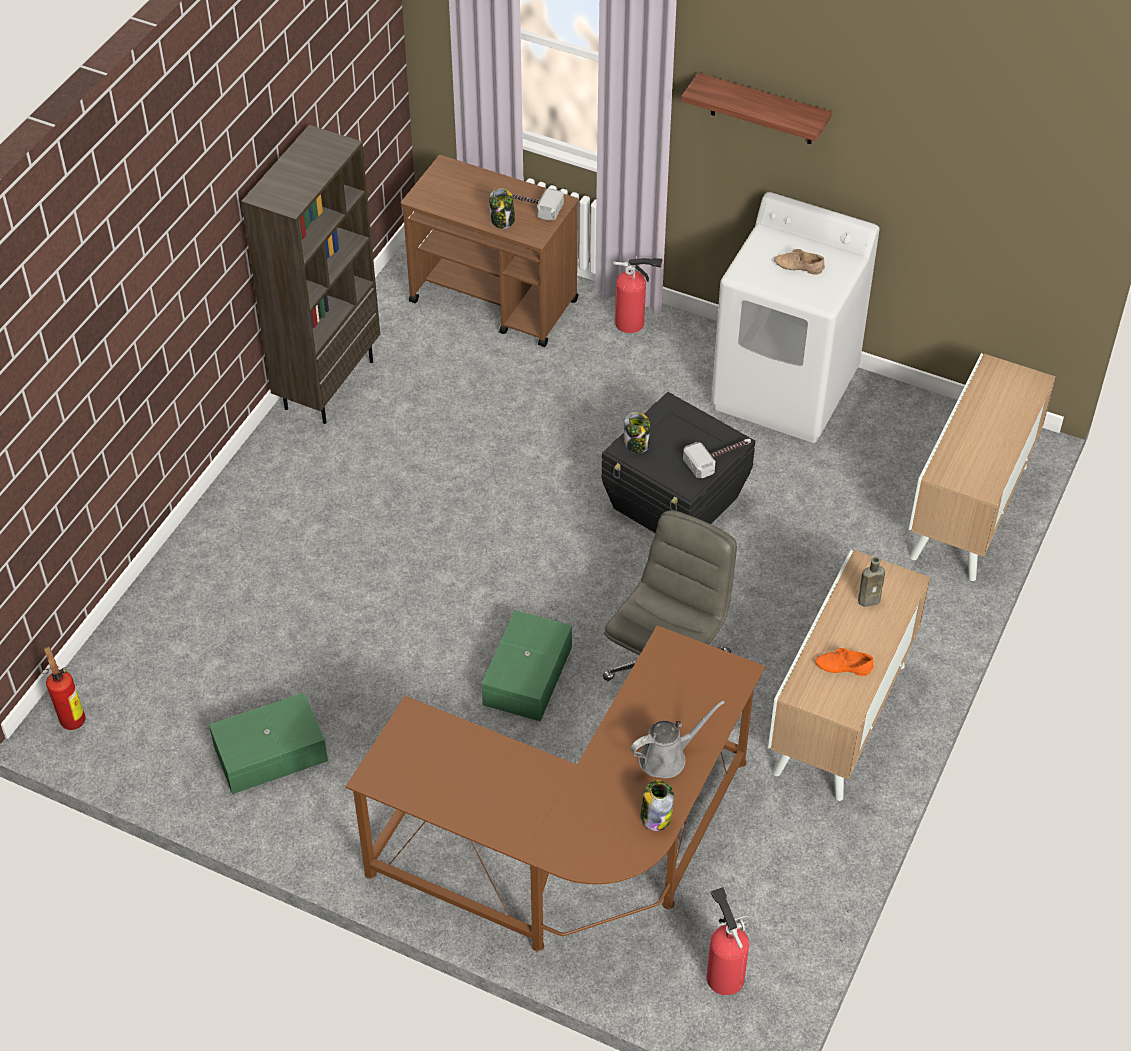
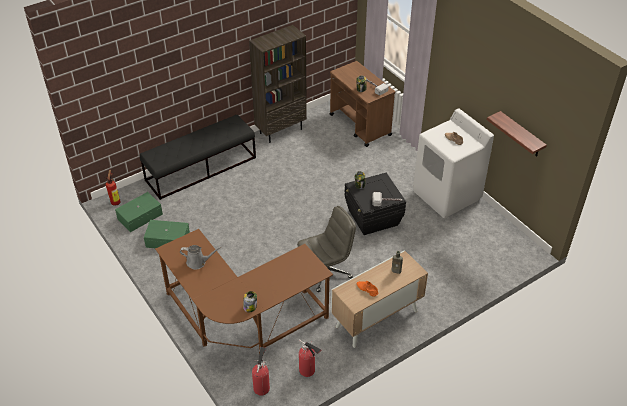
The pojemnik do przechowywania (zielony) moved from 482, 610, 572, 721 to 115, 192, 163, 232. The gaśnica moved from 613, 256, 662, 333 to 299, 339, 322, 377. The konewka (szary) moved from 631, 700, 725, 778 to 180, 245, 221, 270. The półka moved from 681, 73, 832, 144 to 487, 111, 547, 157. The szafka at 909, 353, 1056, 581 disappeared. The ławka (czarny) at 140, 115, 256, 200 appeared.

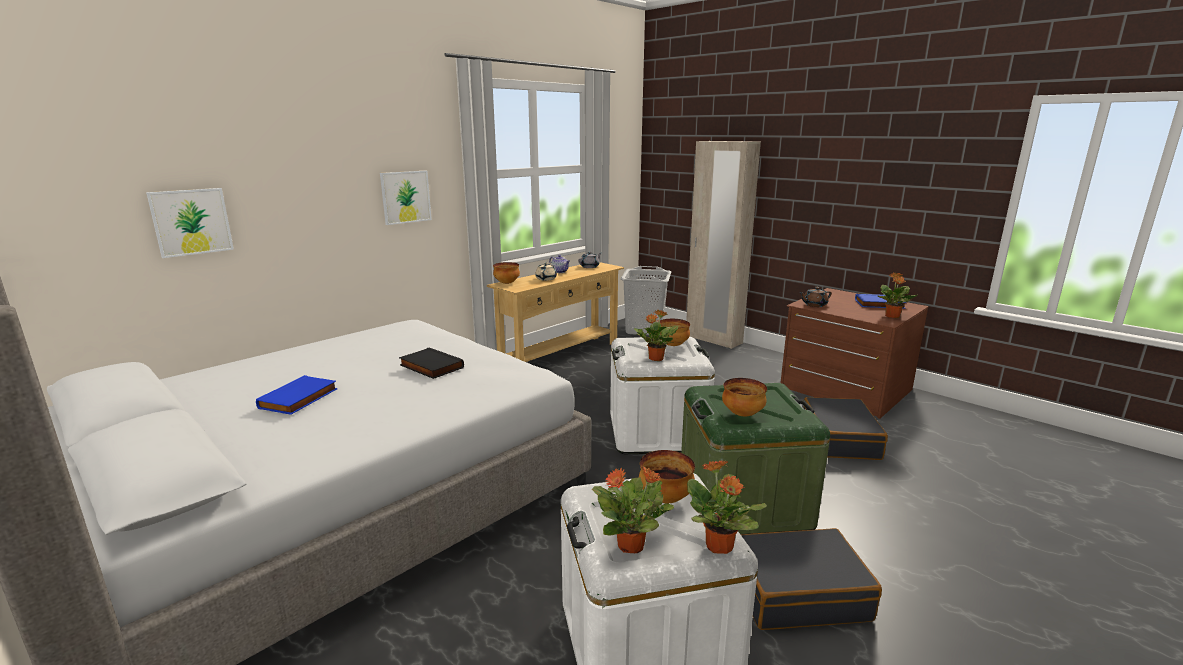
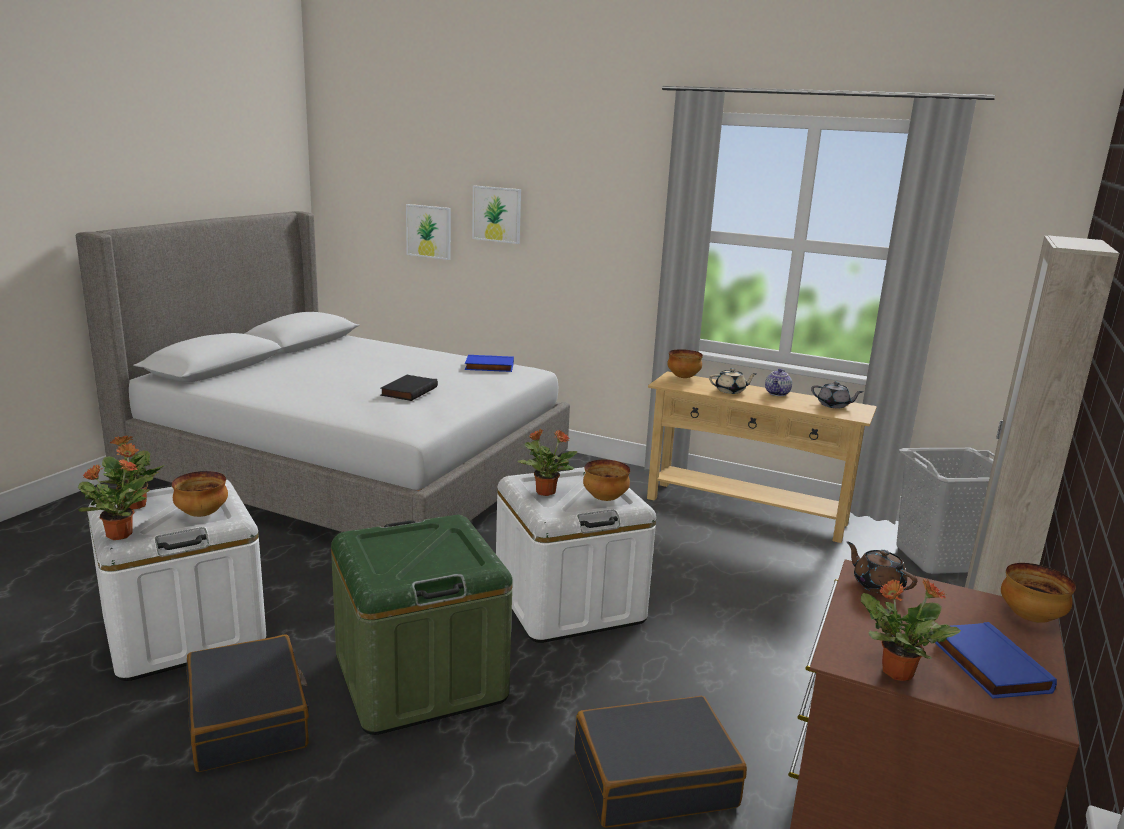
The książka (niebieski) moved from 256, 375, 338, 415 to 465, 355, 514, 372. The obraz moved from 380, 171, 432, 225 to 472, 185, 521, 244. The miska moved from 722, 378, 767, 416 to 1001, 563, 1076, 623.

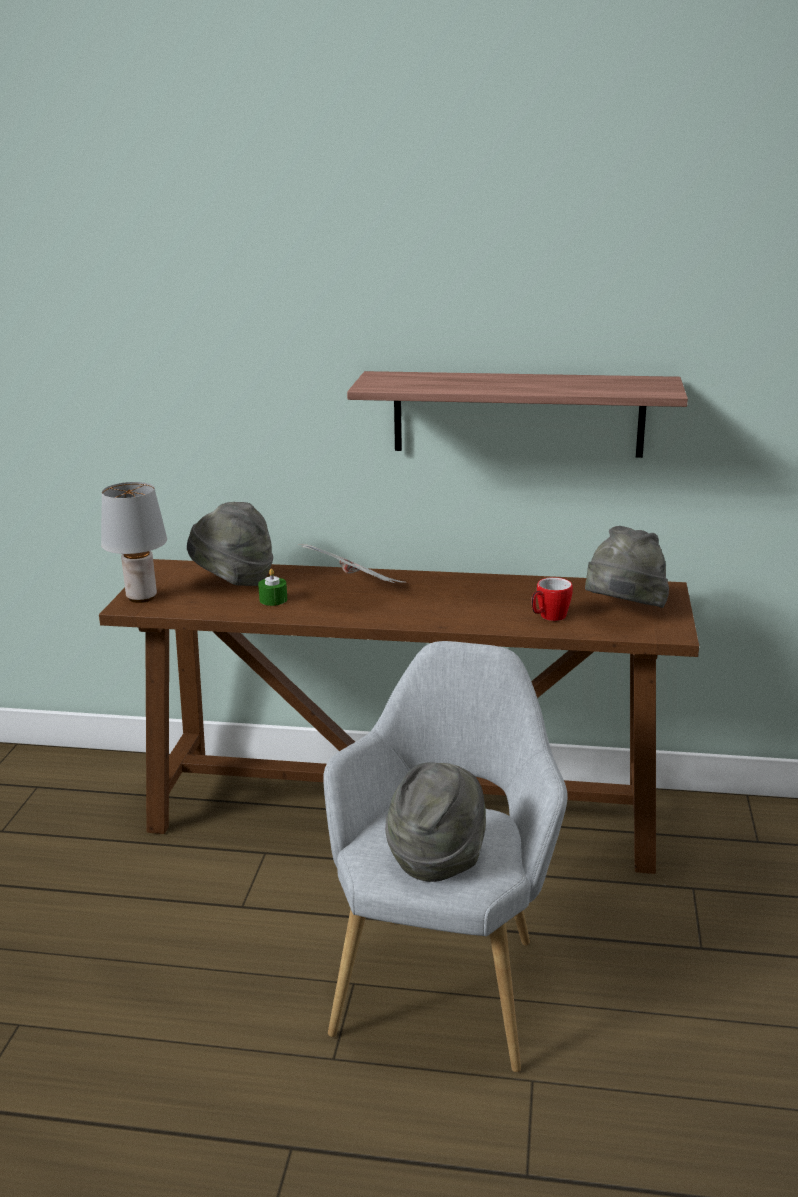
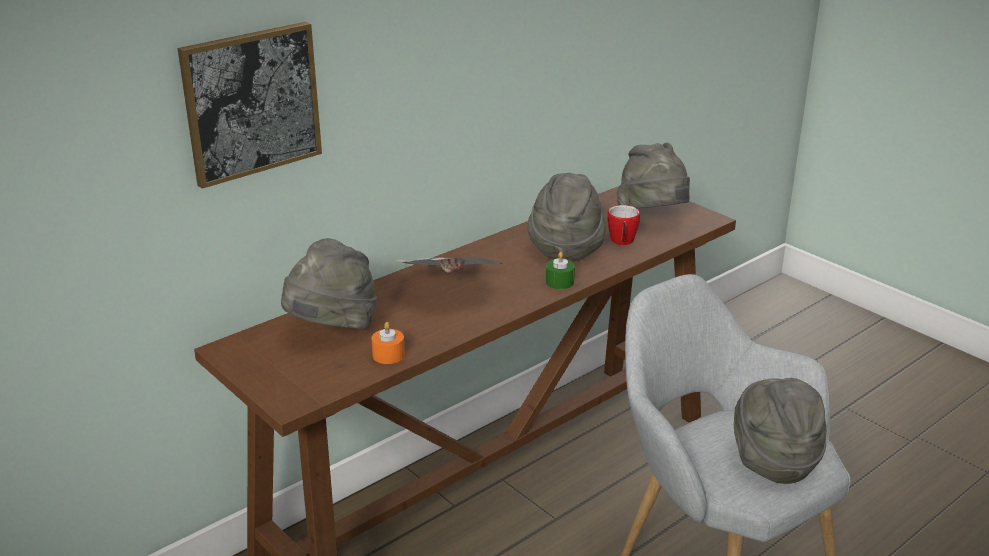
The lampa stołowa (szary) at 101, 482, 167, 603 disappeared. The świeca (zielony) moved from 258, 569, 287, 606 to 546, 252, 575, 289. The półka at 347, 371, 688, 458 disappeared. The obraz at 178, 22, 322, 189 appeared. The świeca (pomarańczowy) at 372, 322, 405, 364 appeared. The kapelusz (szary) at 528, 173, 605, 262 appeared.

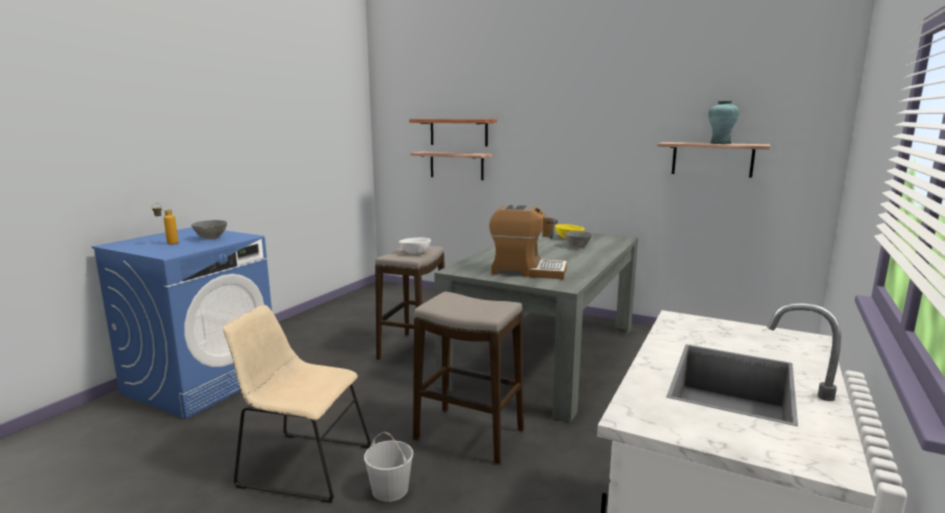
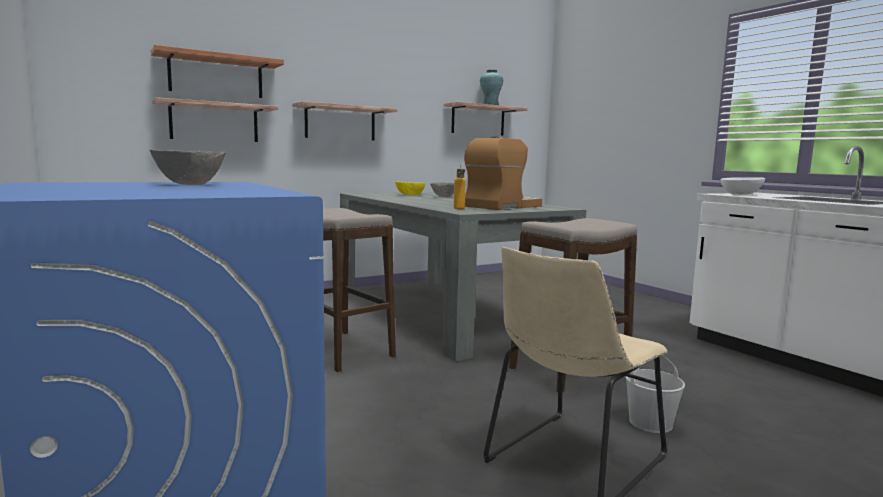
The butelka moved from 152, 203, 178, 244 to 454, 164, 466, 209. The miska (biały) moved from 399, 238, 431, 253 to 720, 177, 765, 195. The półka at 292, 101, 397, 141 appeared.

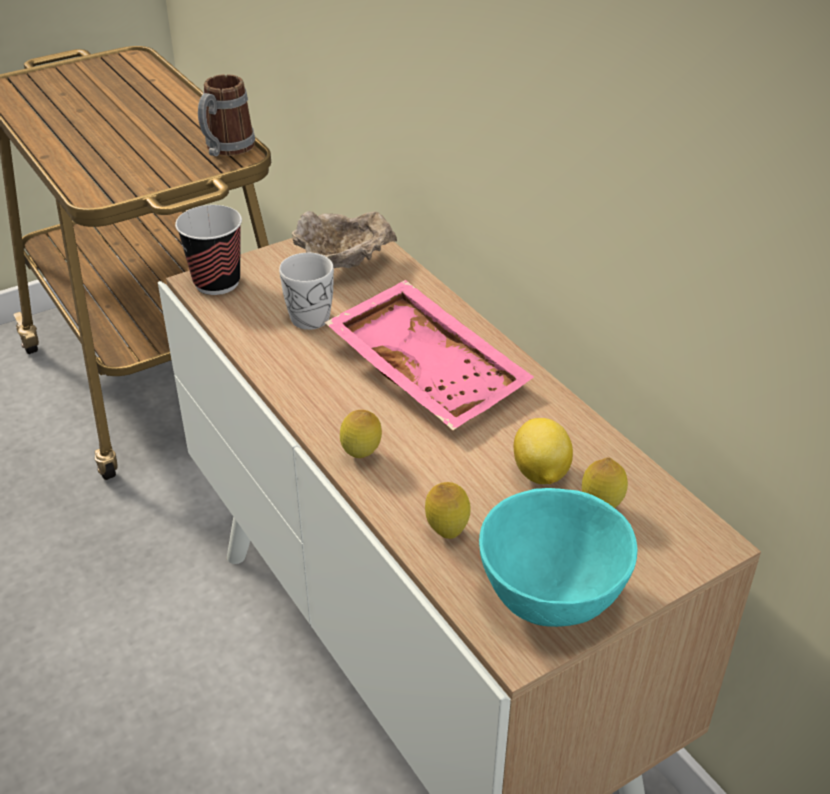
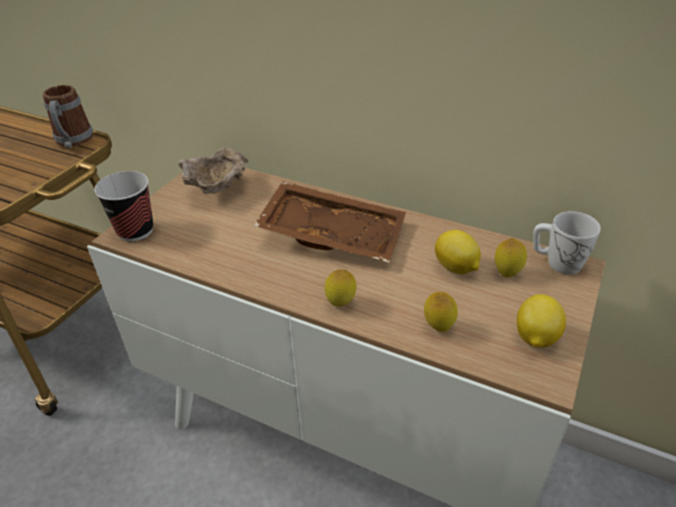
The kubek (biały) moved from 279, 253, 334, 330 to 533, 211, 601, 275. The taca (różowy) at 324, 280, 534, 430 became the taca (brązowy) at 254, 181, 406, 263. The miska (turkusowy) at 479, 488, 637, 627 was replaced by the cytryna at 517, 294, 566, 348.

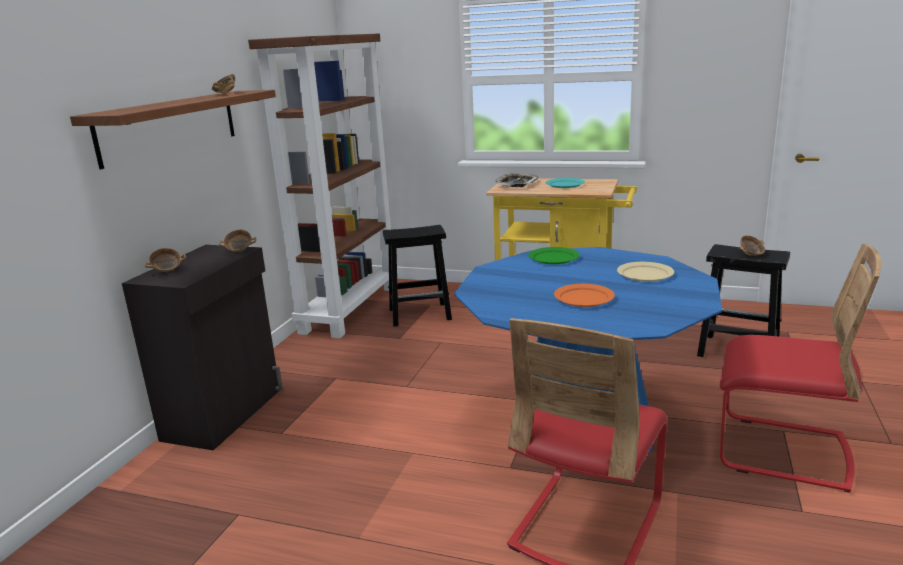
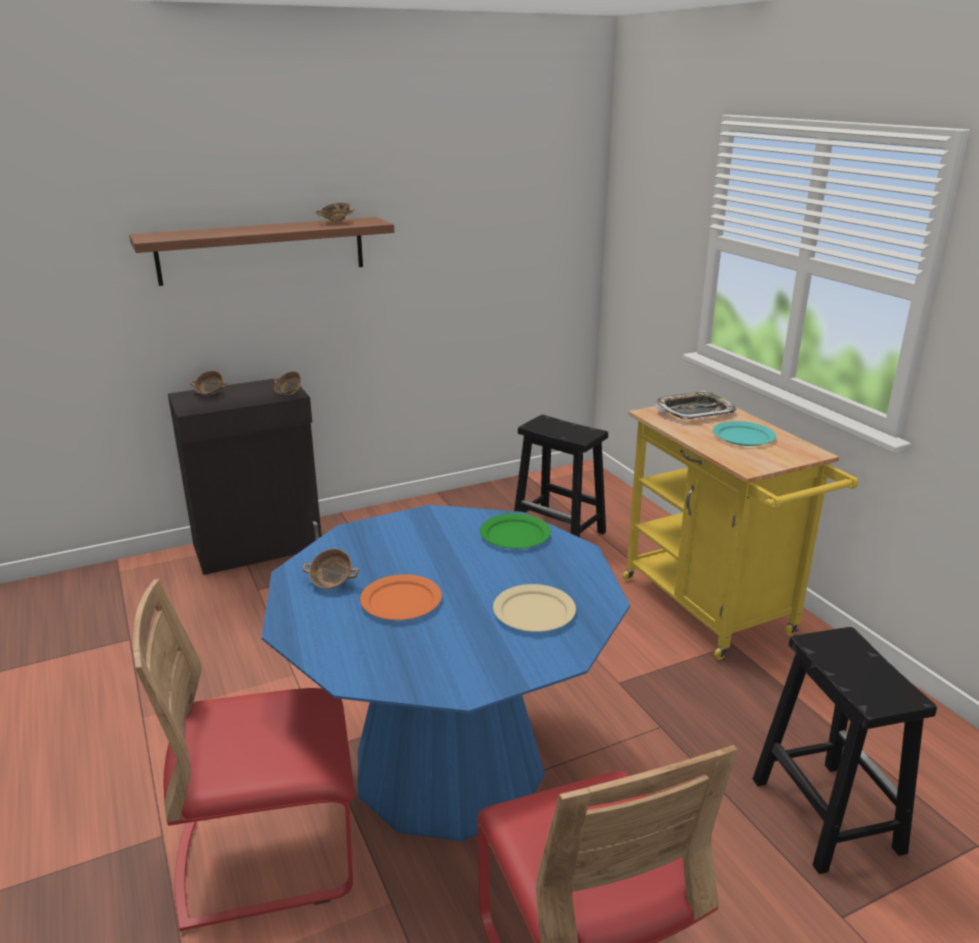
The regał (brązowy) at 248, 34, 391, 338 disappeared. The miska moved from 740, 235, 765, 256 to 303, 549, 359, 589.

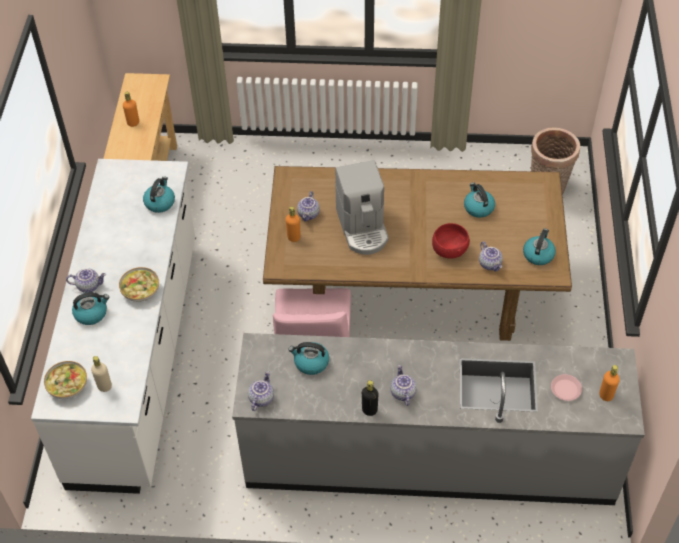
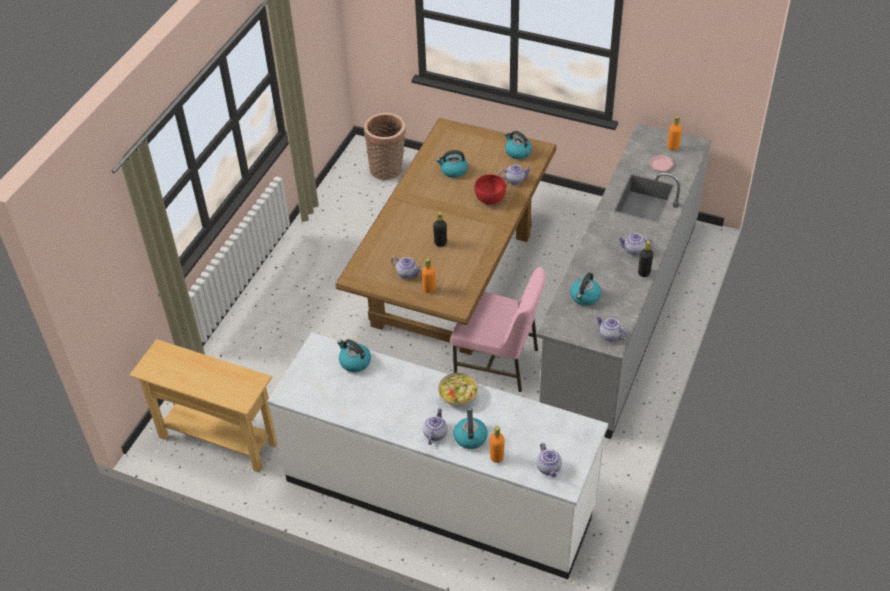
The miska at 44, 361, 87, 399 was replaced by the imbryk at 536, 443, 562, 477. The butelka (beżowy) at 91, 356, 112, 392 disappeared. The butelka (pomarańczowy) moved from 123, 92, 139, 127 to 490, 426, 504, 463. The ekspres do kawy at 335, 160, 389, 255 was replaced by the butelka (czarny) at 433, 212, 447, 247.

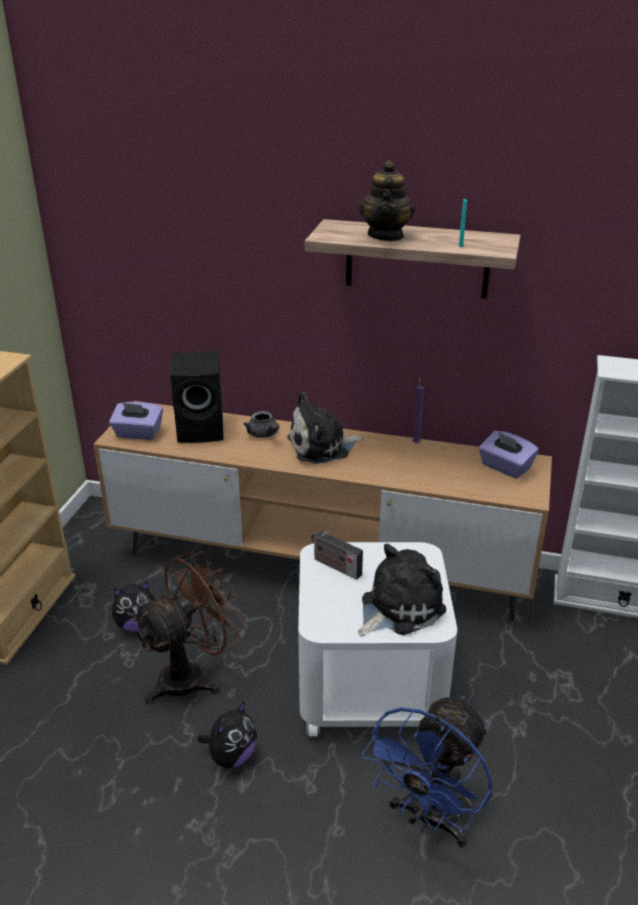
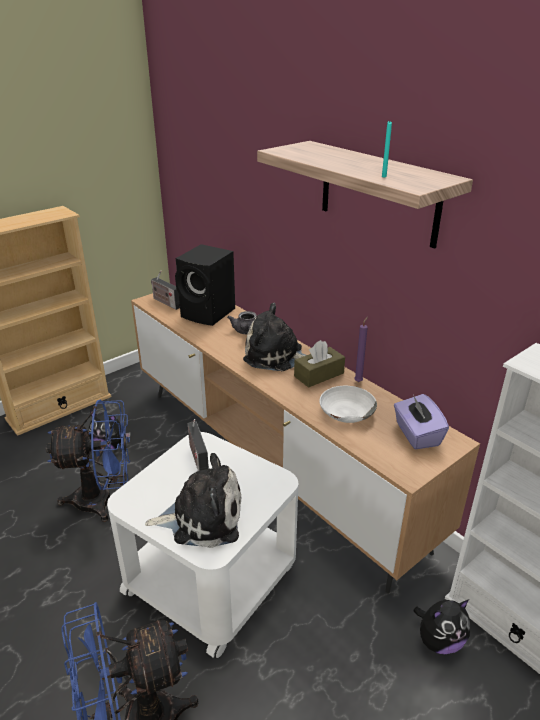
The pudełko chusteczek (fioletowy) at 109, 402, 163, 440 was replaced by the radio at 151, 271, 180, 310. The wentylator (brązowy) at 132, 551, 245, 704 became the wentylator (niebieski) at 46, 399, 130, 522. The pluszak moved from 198, 701, 257, 768 to 413, 600, 471, 654. The imbryk at 359, 160, 415, 241 disappeared. The pudełko chusteczek (brązowy) at 294, 340, 345, 388 appeared. The miska (biały) at 319, 386, 377, 423 appeared.

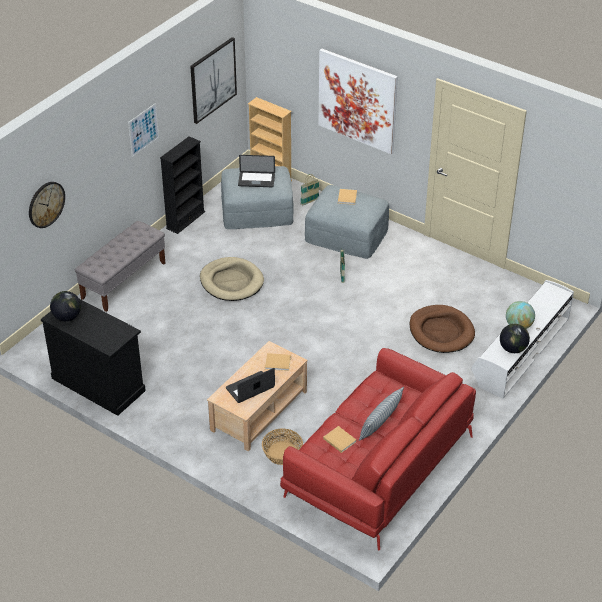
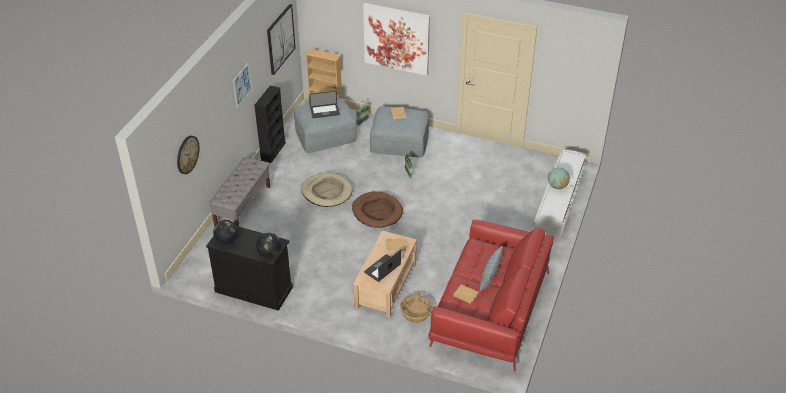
The legowisko (brązowy) moved from 409, 305, 475, 353 to 352, 191, 403, 228. The globus moved from 500, 324, 530, 353 to 256, 233, 281, 258.

